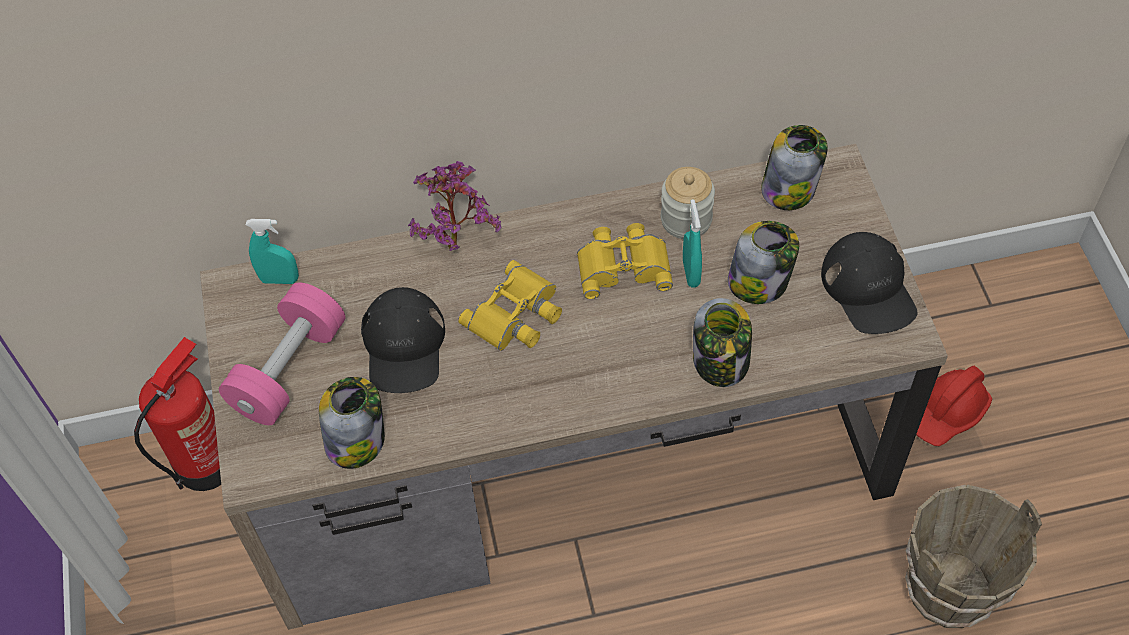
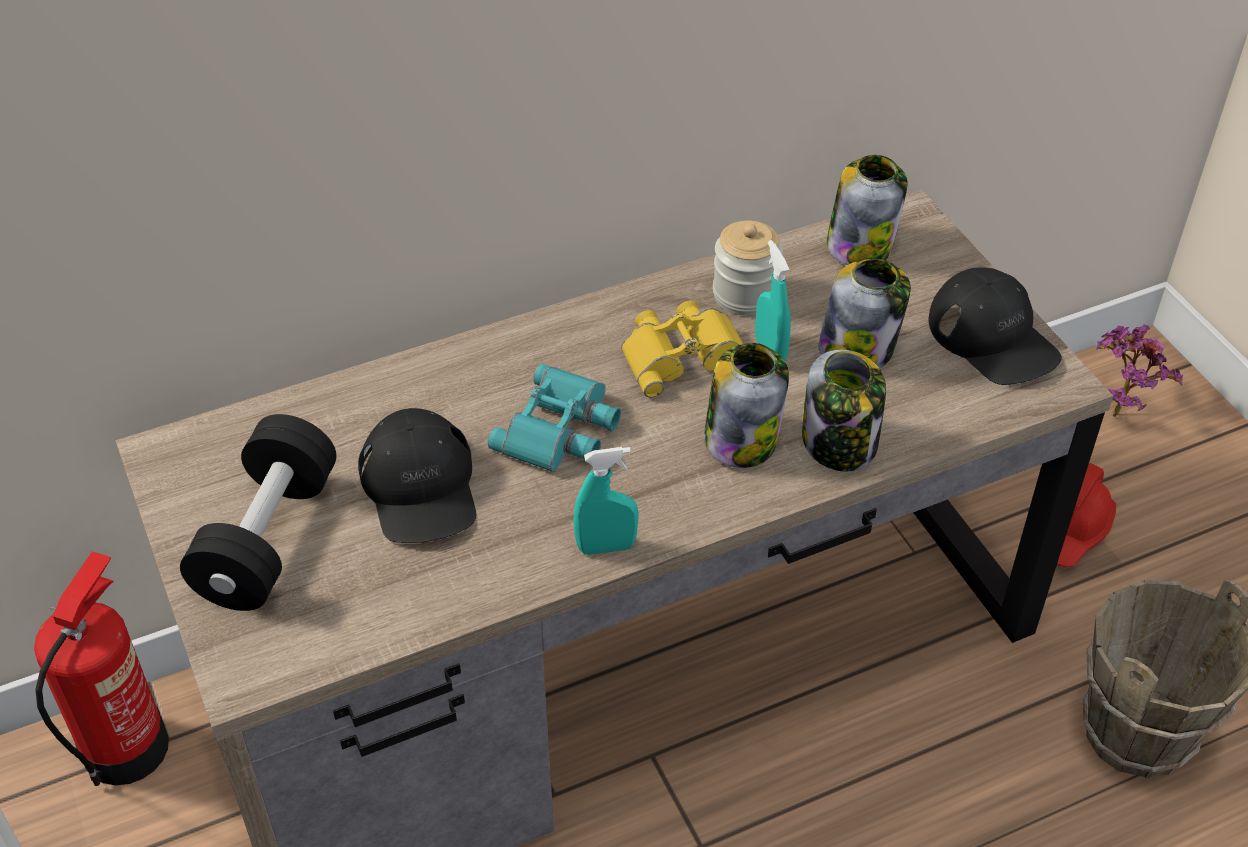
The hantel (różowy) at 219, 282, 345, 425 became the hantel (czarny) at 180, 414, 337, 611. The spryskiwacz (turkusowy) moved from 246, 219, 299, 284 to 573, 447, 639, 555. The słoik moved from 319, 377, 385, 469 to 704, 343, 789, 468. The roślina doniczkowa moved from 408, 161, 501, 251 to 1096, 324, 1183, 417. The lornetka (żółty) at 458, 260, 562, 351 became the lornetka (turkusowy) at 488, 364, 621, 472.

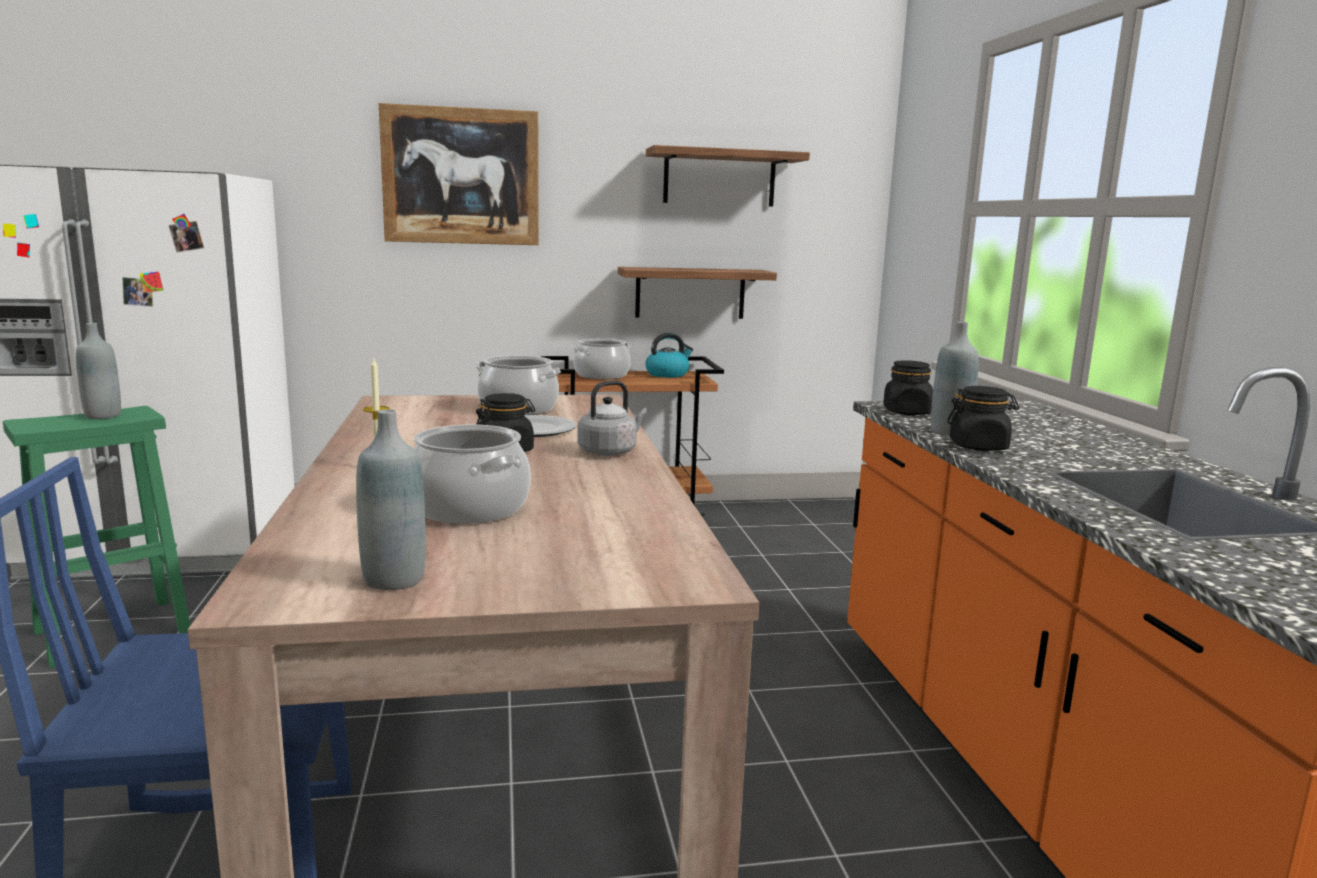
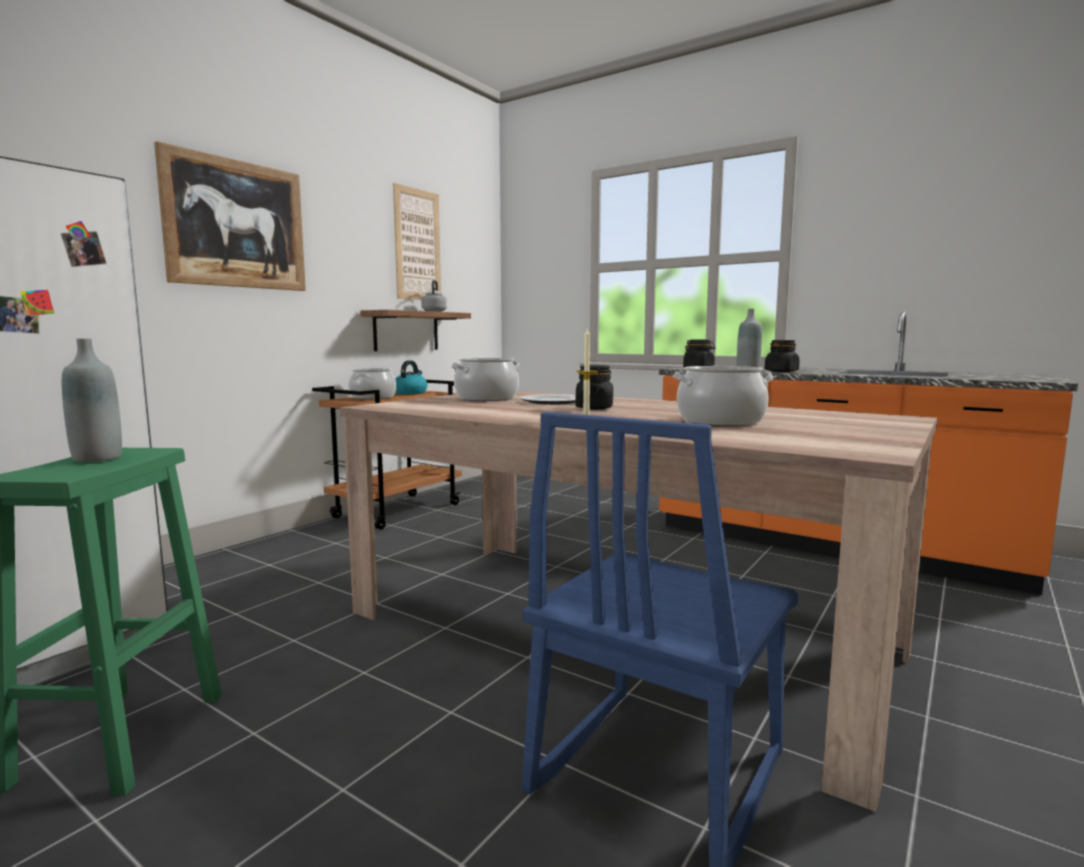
The butelka (szary) at 356, 409, 426, 590 disappeared. The czajnik (szary) moved from 577, 381, 647, 456 to 421, 280, 447, 312. The półka at 646, 145, 810, 207 was replaced by the obraz at 393, 183, 441, 300.

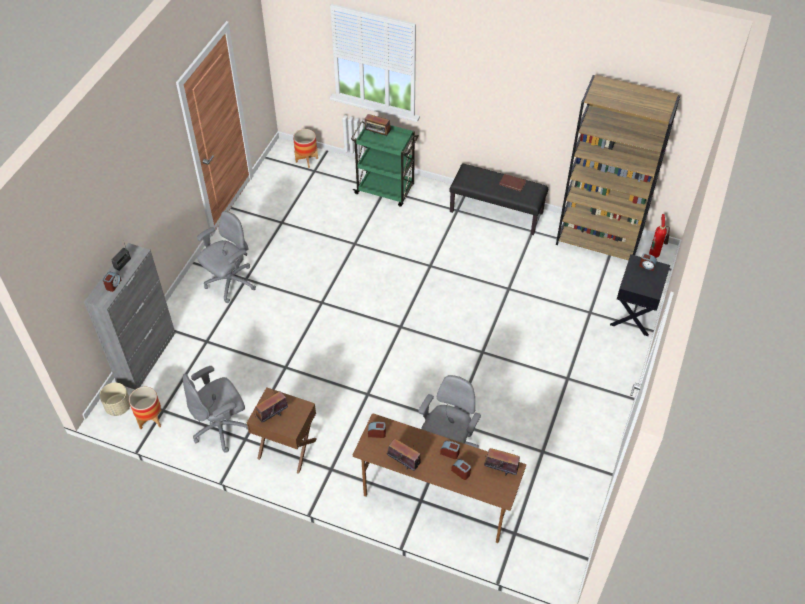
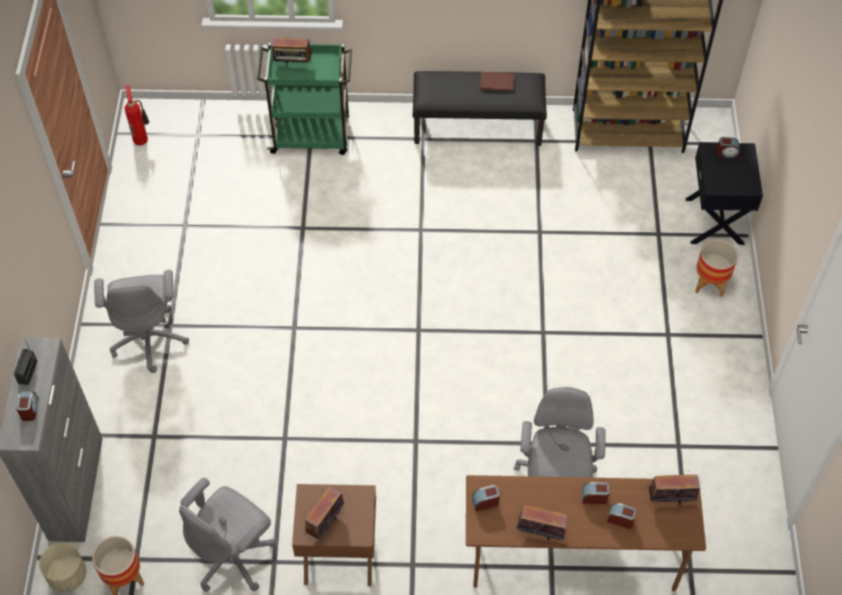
The krzesło biurowe (szary) at 197, 211, 256, 303 turned 150 degrees clockwise. The donica moved from 293, 129, 318, 168 to 695, 239, 738, 297. The gaśnica moved from 649, 214, 670, 258 to 125, 85, 149, 146.

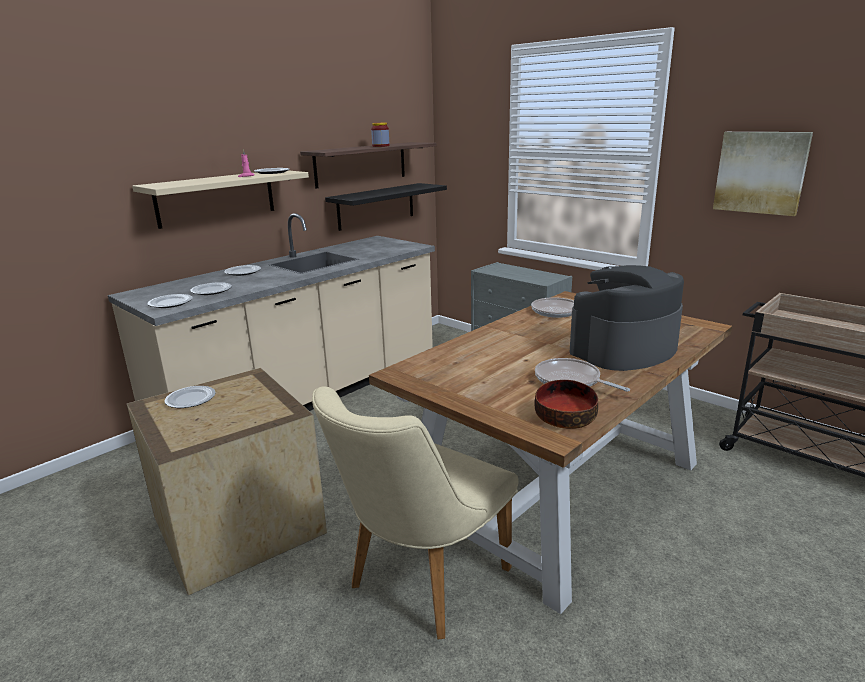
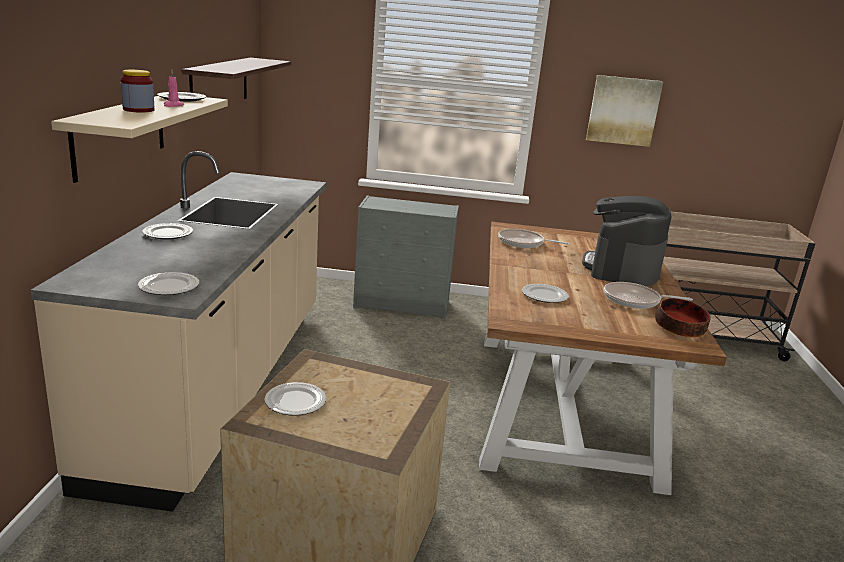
The talerz moved from 190, 282, 232, 295 to 522, 284, 569, 303. The krzesło (beżowy) at 312, 386, 518, 640 disappeared. The półka (czarny) at 325, 183, 447, 231 disappeared. The słoik moved from 371, 123, 389, 147 to 121, 70, 154, 112.

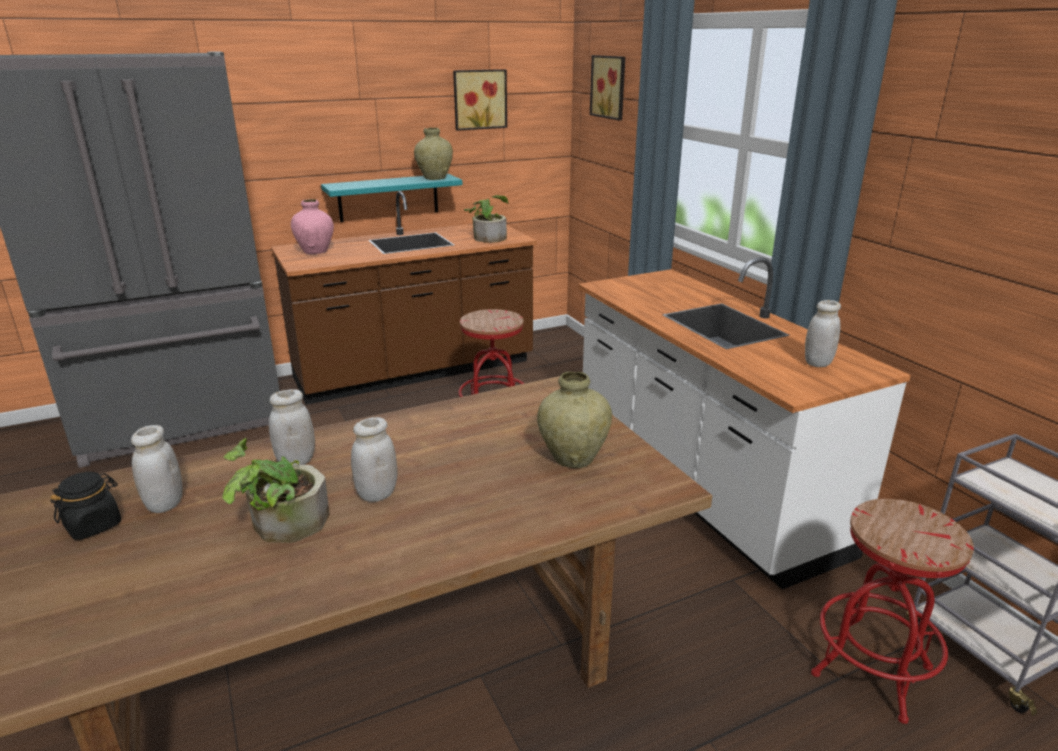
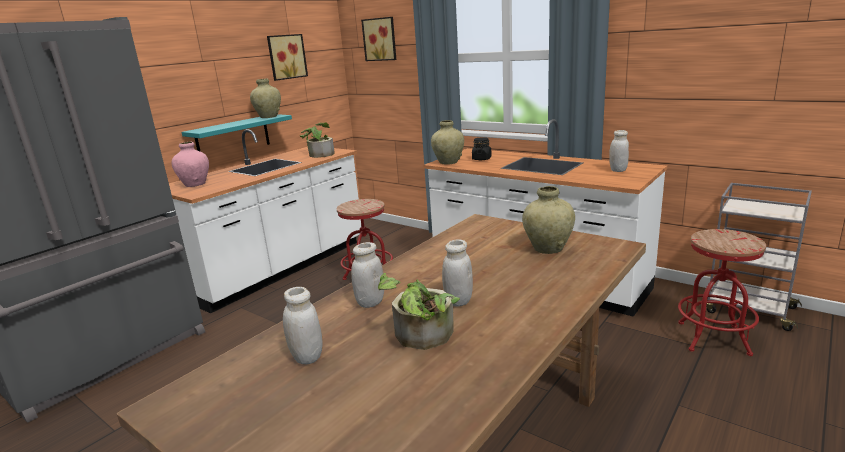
The słoik (czarny) moved from 50, 472, 122, 540 to 472, 137, 492, 160. The zabudowa kuchenna (brązowy) at 271, 191, 537, 405 became the zabudowa kuchenna (biały) at 169, 129, 361, 314. The wazon (beżowy) at 431, 120, 464, 165 appeared.

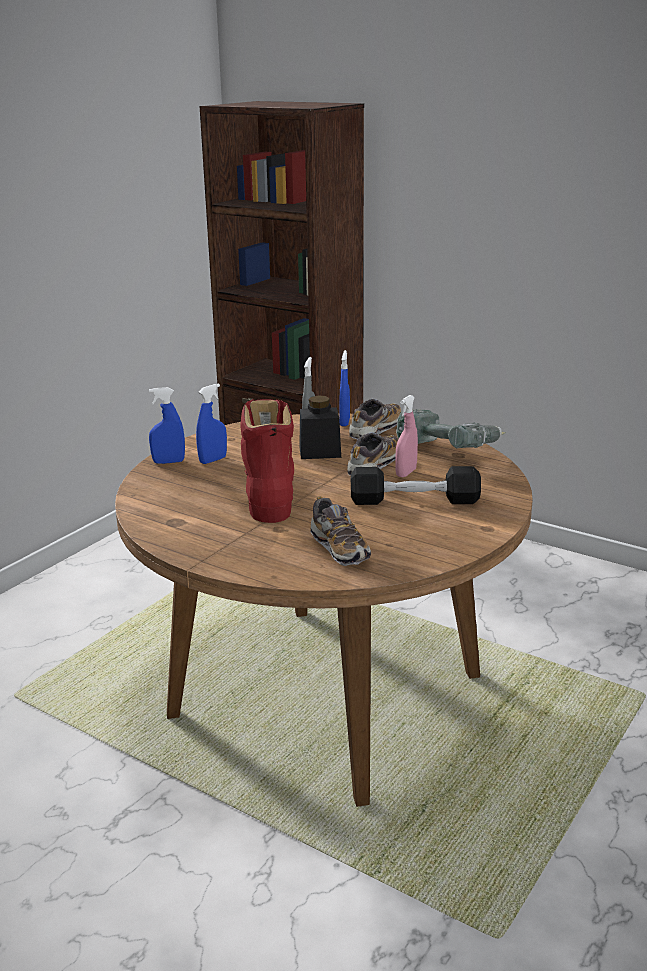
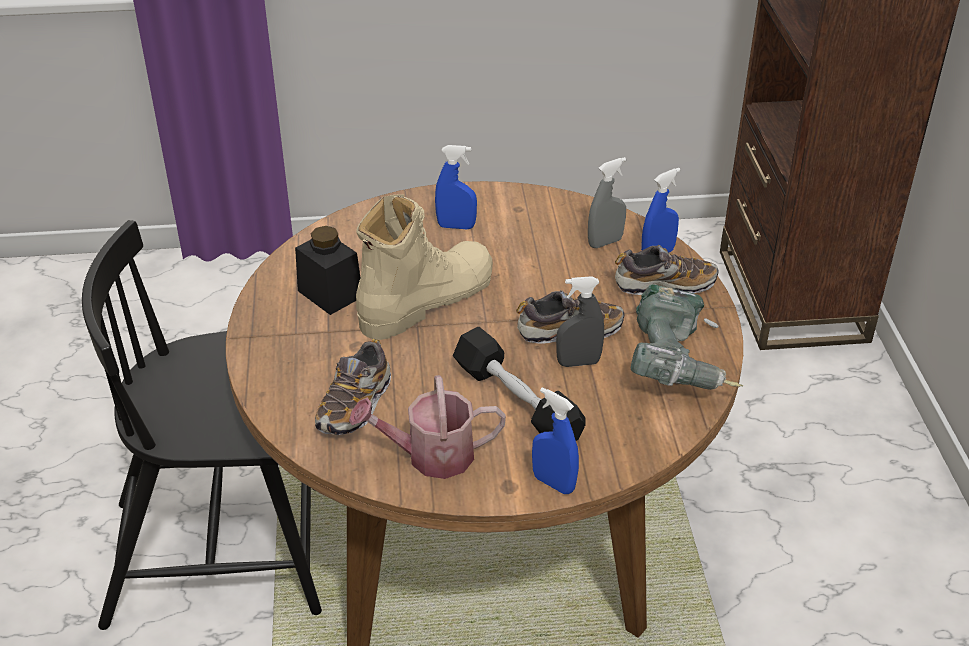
The spryskiwacz (niebieski) moved from 149, 387, 185, 464 to 532, 387, 579, 494. The but z cholewką (czerwony) at 240, 399, 294, 523 became the but z cholewką (beżowy) at 356, 195, 493, 340. The słoik (czarny) moved from 299, 395, 341, 459 to 295, 226, 360, 315. The spryskiwacz (różowy) at 395, 395, 418, 477 became the spryskiwacz (szary) at 556, 276, 604, 367. The krzesło (czarny) at 82, 220, 322, 630 appeared. The konewka at 349, 375, 506, 479 appeared.

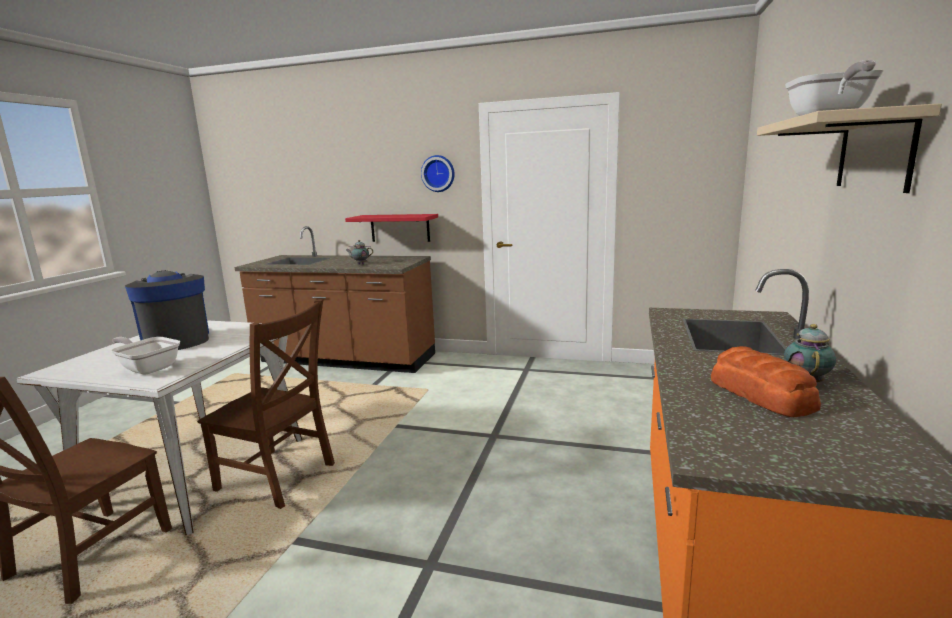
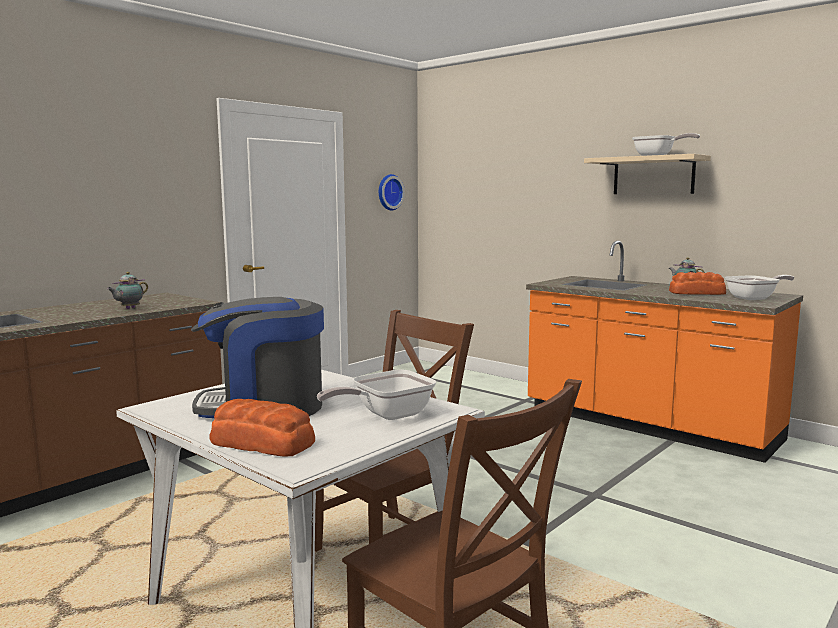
The półka (czerwony) at 345, 214, 438, 242 disappeared. The zegar ścienny moved from 421, 155, 455, 192 to 379, 174, 405, 211. The chleb at 210, 399, 315, 457 appeared. The patelnia at 725, 275, 794, 300 appeared.

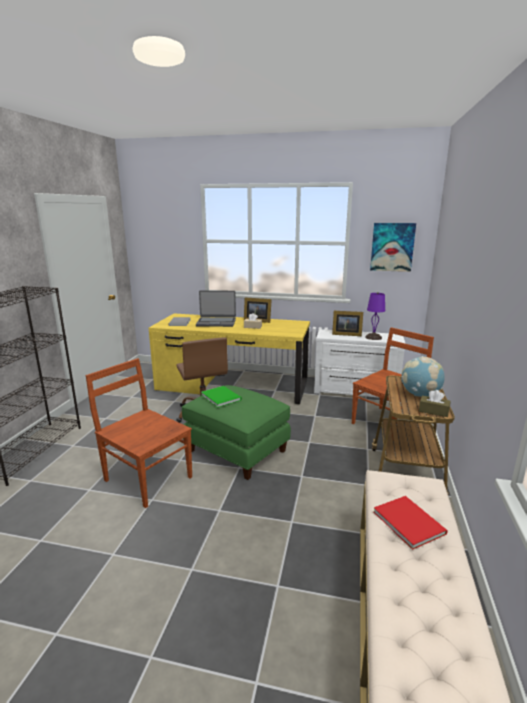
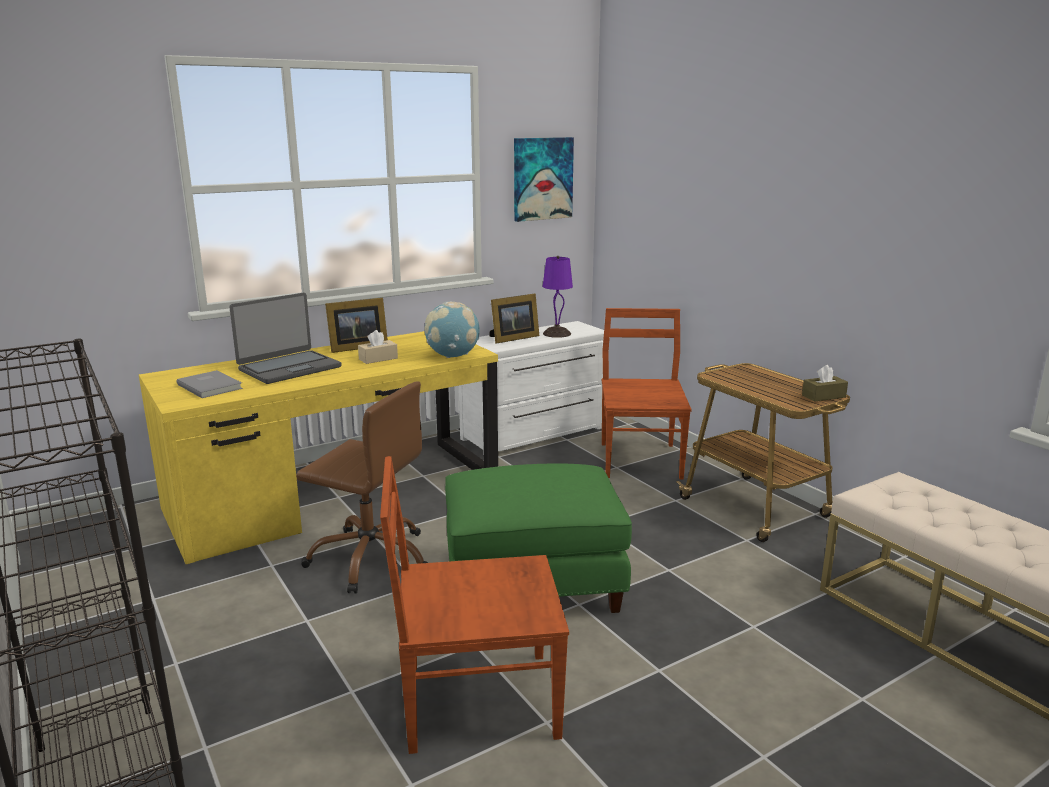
The książka (zielony) at 201, 386, 242, 407 disappeared. The książka (czerwony) at 374, 496, 448, 550 disappeared. The globus moved from 401, 356, 445, 397 to 424, 301, 480, 358.

